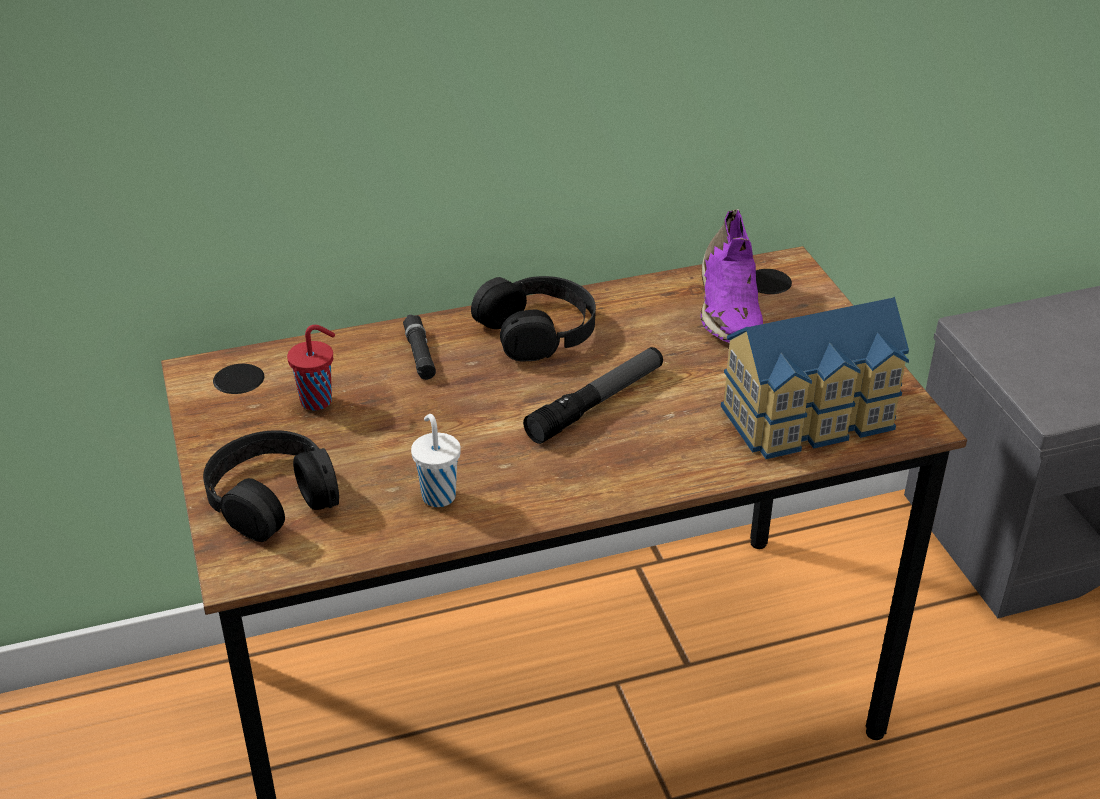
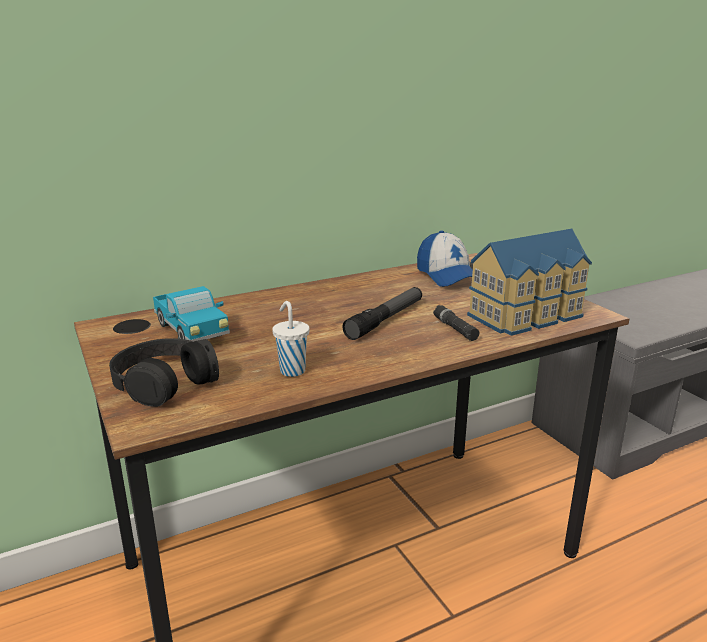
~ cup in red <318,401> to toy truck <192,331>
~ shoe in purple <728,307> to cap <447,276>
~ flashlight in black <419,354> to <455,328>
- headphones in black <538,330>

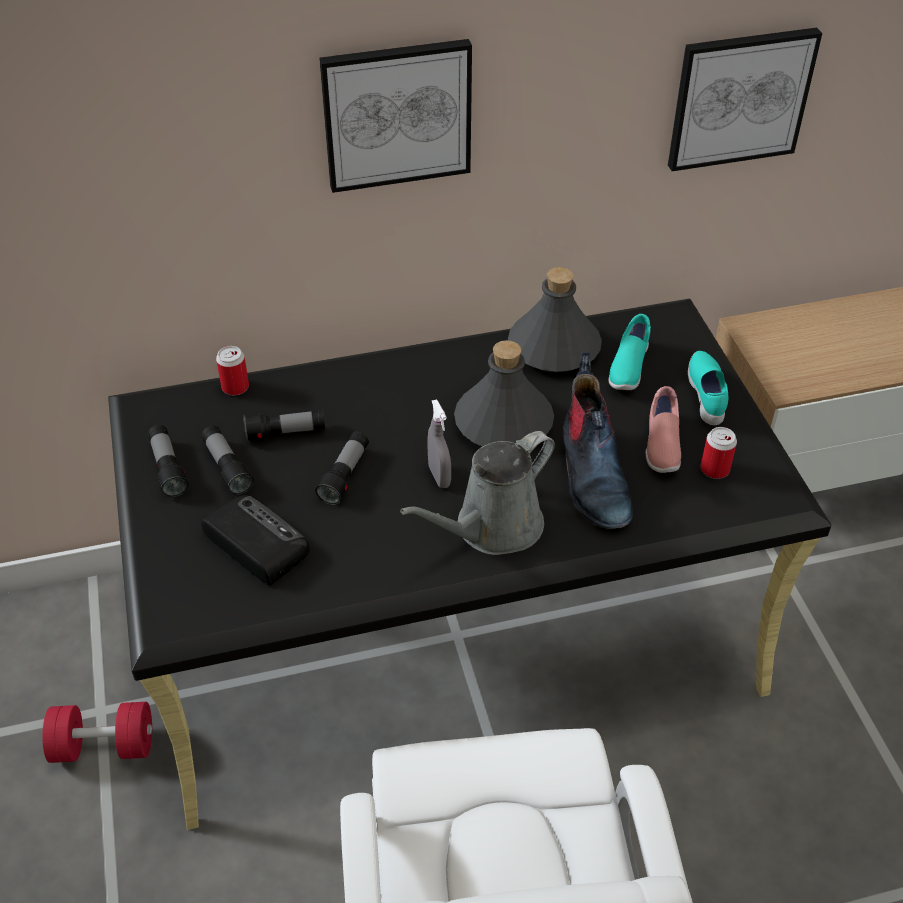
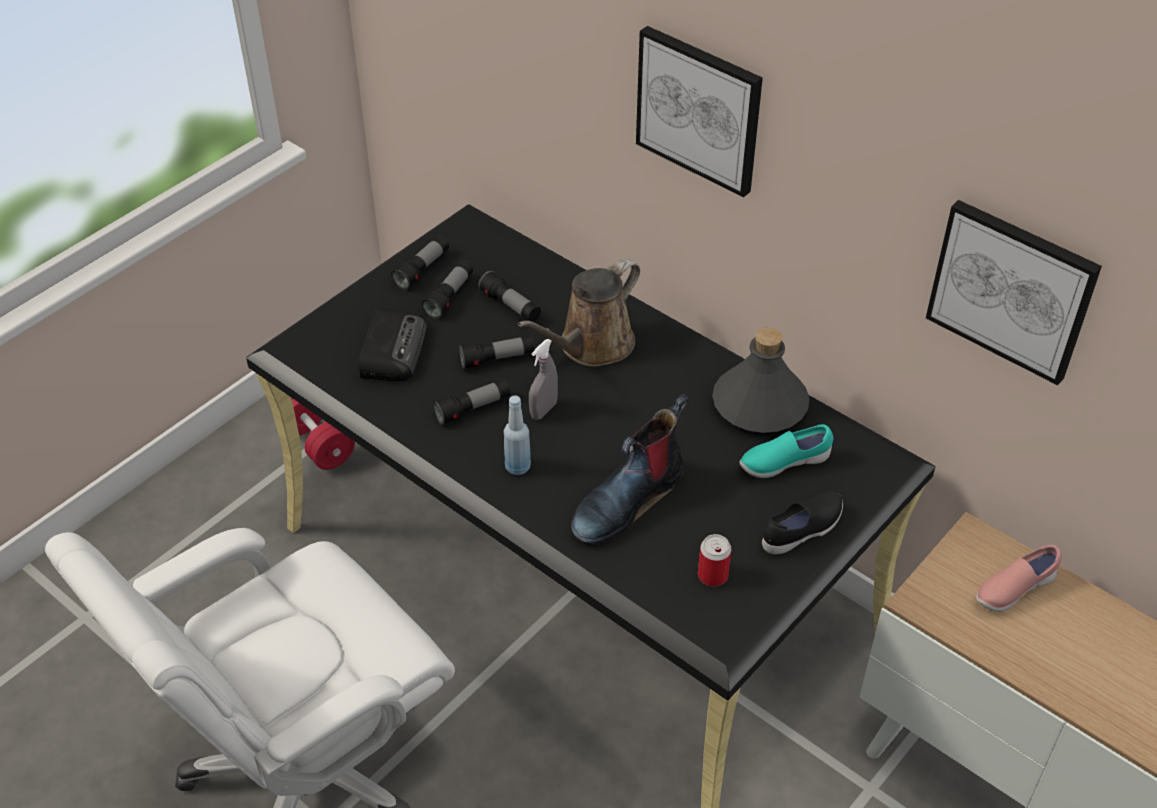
+ flashlight <472,409>
~ watering can in grey <492,528> to bottle in blue <517,467>
+ watering can in brown <591,346>
~ shoe in turquoise <707,396> to shoe in black <802,531>
~ shoe in pink <661,445> to <1013,589>
- can <235,387>
- bottle in grey <503,423>

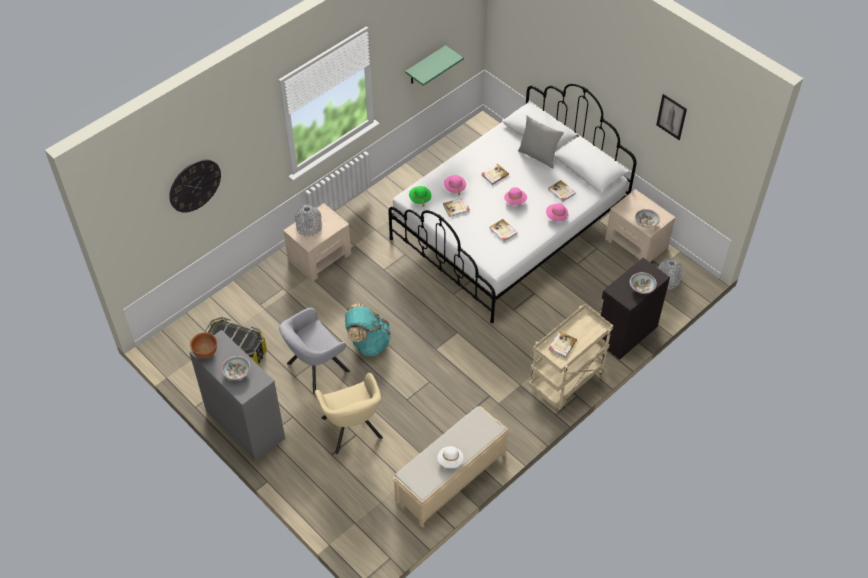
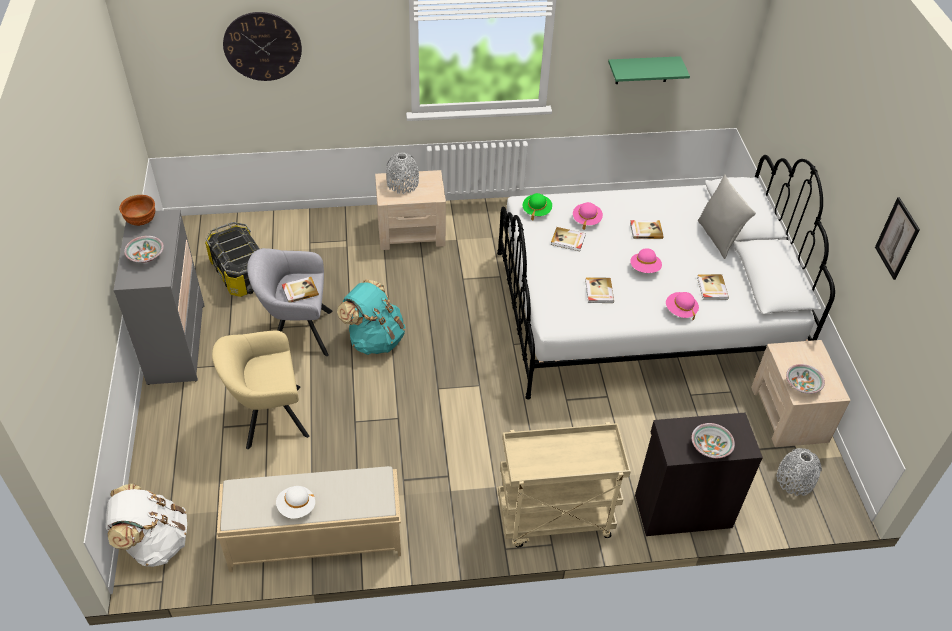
+ backpack in white <155,542>
~ armchair in beige <353,431> = <268,417> 60 degrees clockwise
~ book <562,345> to <299,291>

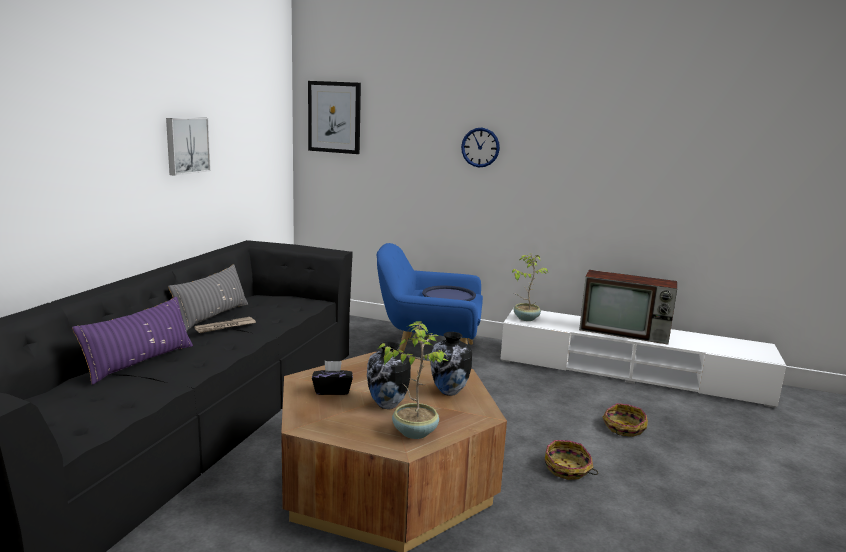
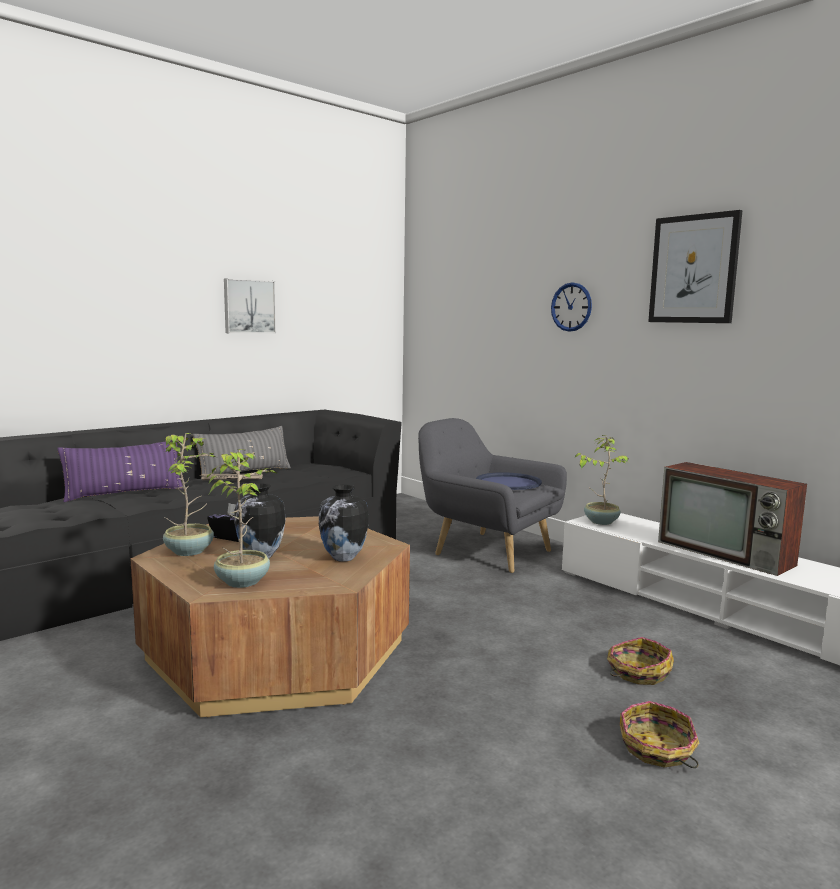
+ potted plant <190,551>
~ armchair in blue <429,352> to armchair in grey <487,550>
~ basket <567,469> to <657,749>
~ picture <334,117> to <694,269>

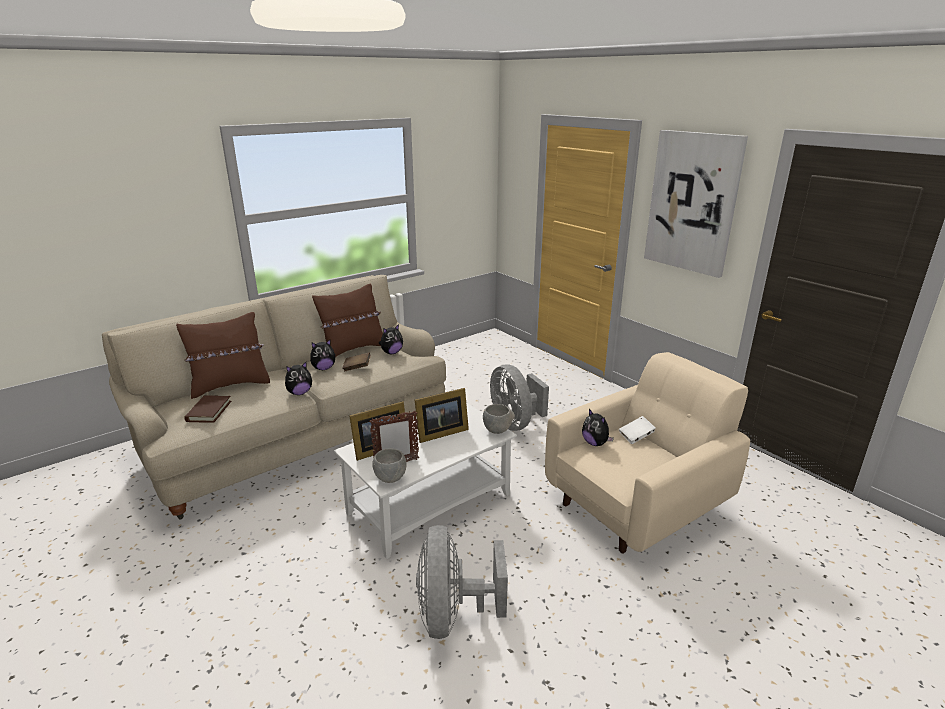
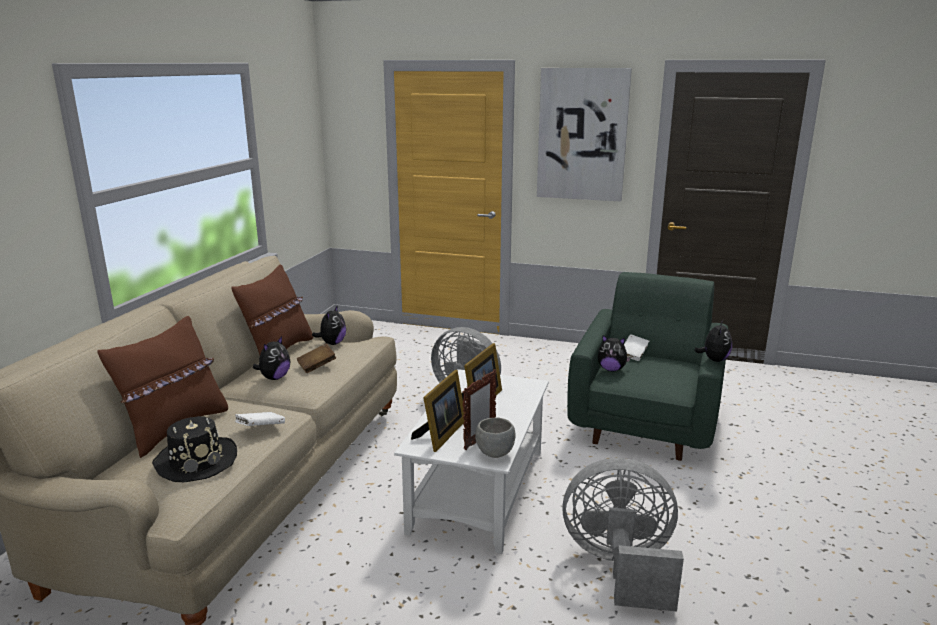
~ book in brown <209,411> to hat in black <196,461>
+ book in white <260,429>
~ fan in grey <453,614> = <620,567> 135 degrees clockwise
~ armchair in beige <638,503> to armchair in green <646,420>
~ plush toy <299,393> to <714,360>
- bowl in grey <497,431>

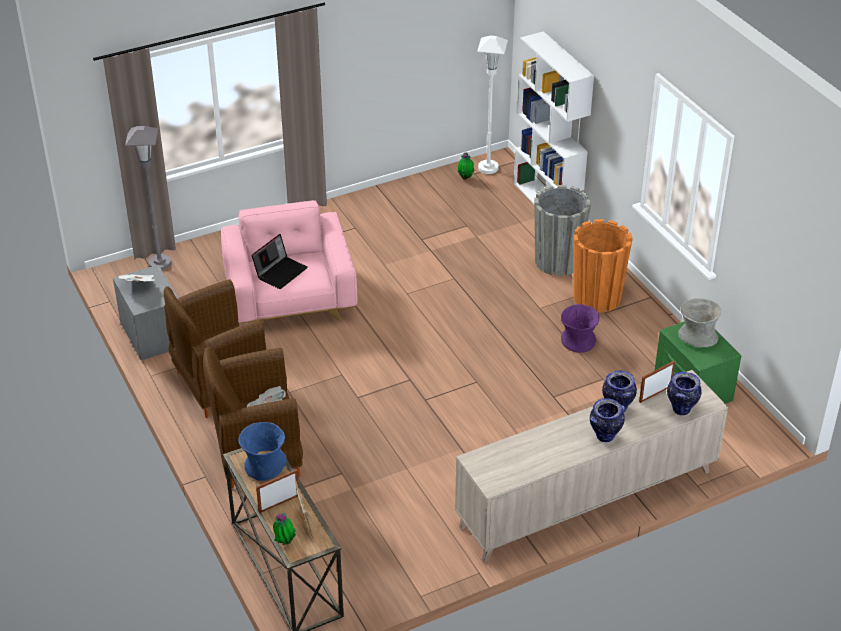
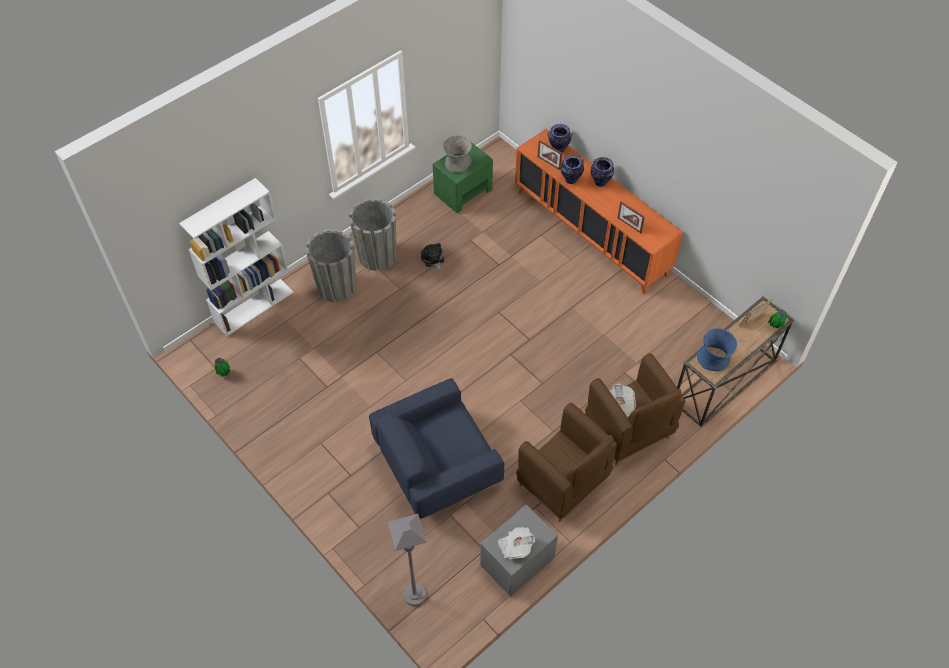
~ planter in orange <597,297> to planter in grey <377,256>
~ armchair in pink <290,299> to armchair in blue <437,465>
~ vase in purple <577,341> to plush toy <433,260>
~ cabinet in beige <587,499> to cabinet in orange <591,232>
~ picture frame <279,503> to <629,225>
- laptop <280,272>
- floor lamp in white <488,168>

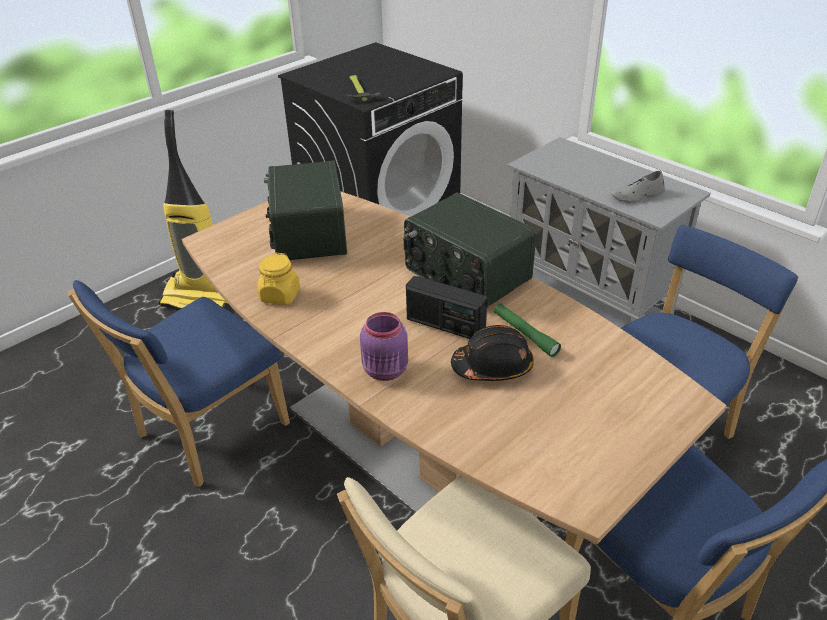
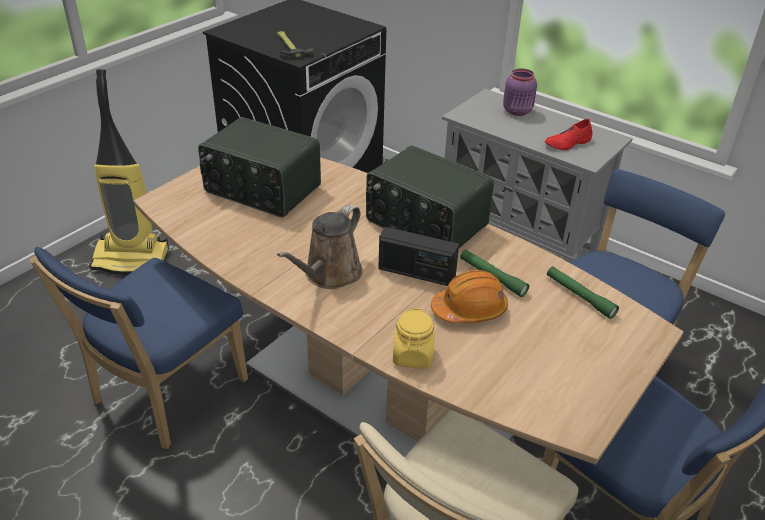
~ radio <307,233> = <261,190> 45 degrees counterclockwise
+ watering can in brown <329,275>
~ jar in yellow <280,296> to <413,356>
~ hard hat in black <493,366> to hard hat in orange <469,309>
~ jar in purple <386,371> to <518,111>
~ shoe in grey <637,196> to shoe in red <568,143>
+ flashlight in green <579,296>

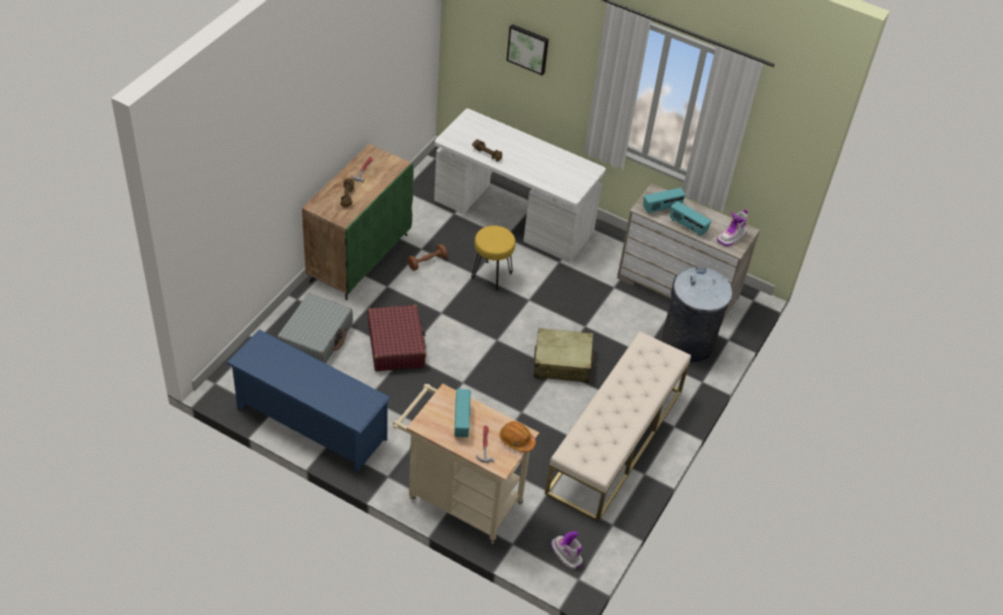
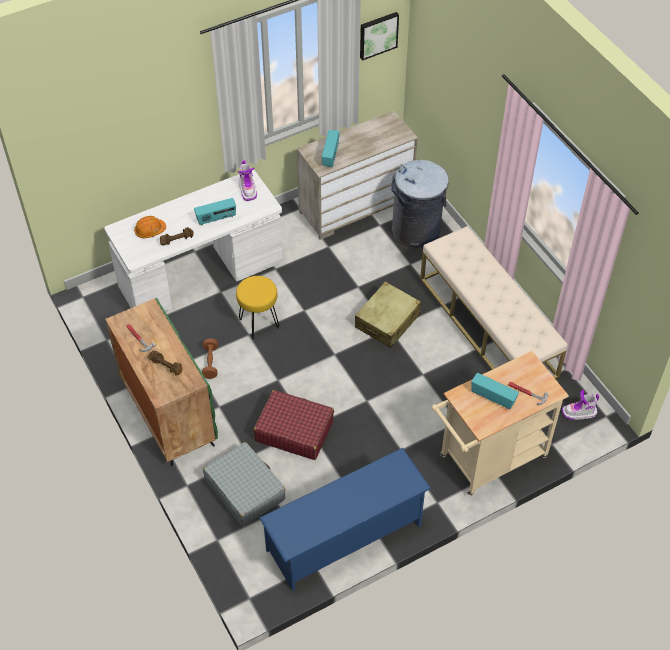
~ hard hat in orange <516,440> to <150,231>
~ radio <687,226> to <216,218>
~ boot <731,237> to <248,189>
~ picture <528,48> to <378,34>

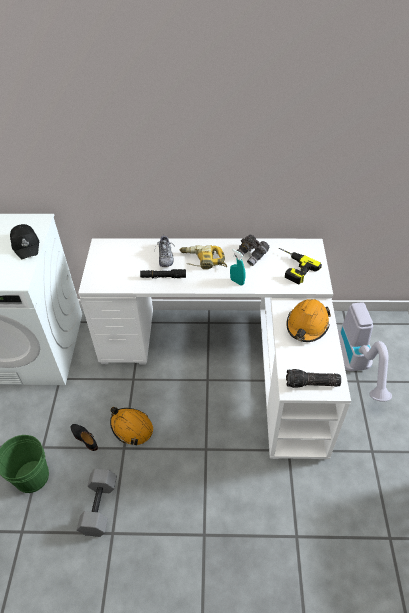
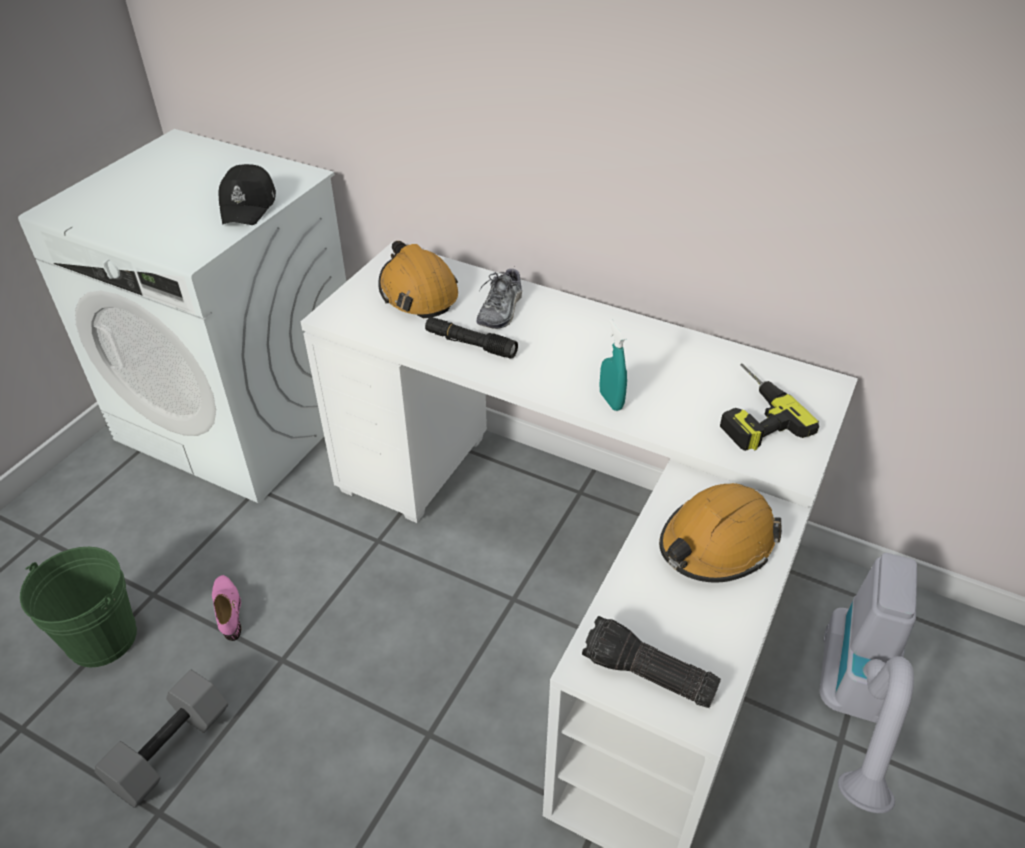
~ shoe in black <84,438> to shoe in pink <228,610>
~ hard hat in orange <132,428> to <418,292>
- power drill <203,261>
- binoculars in grey <251,255>

